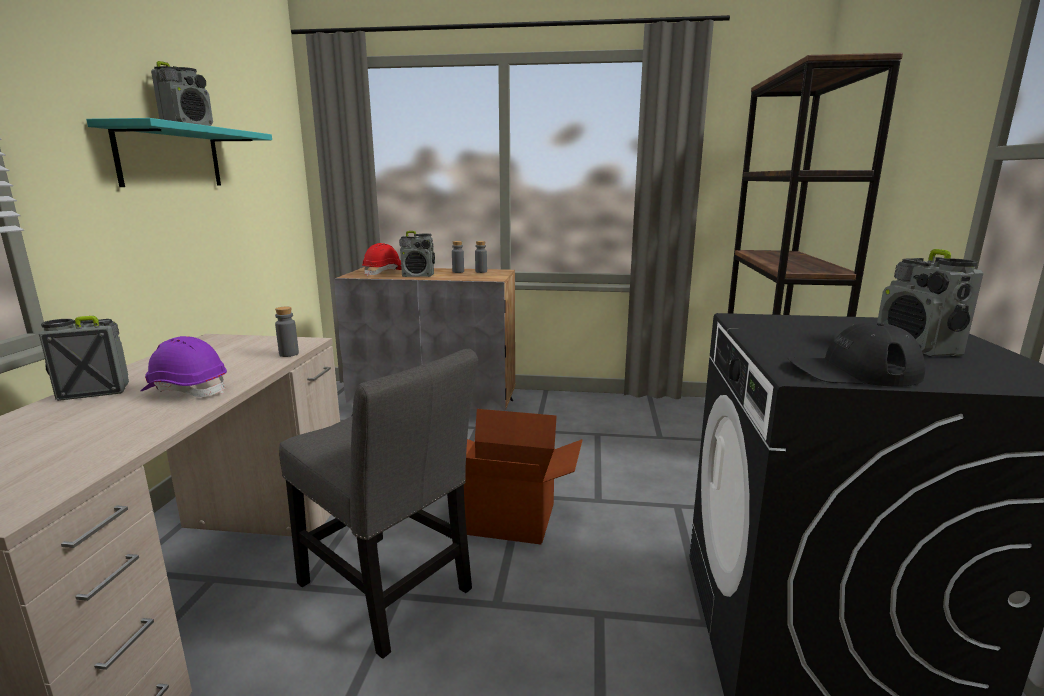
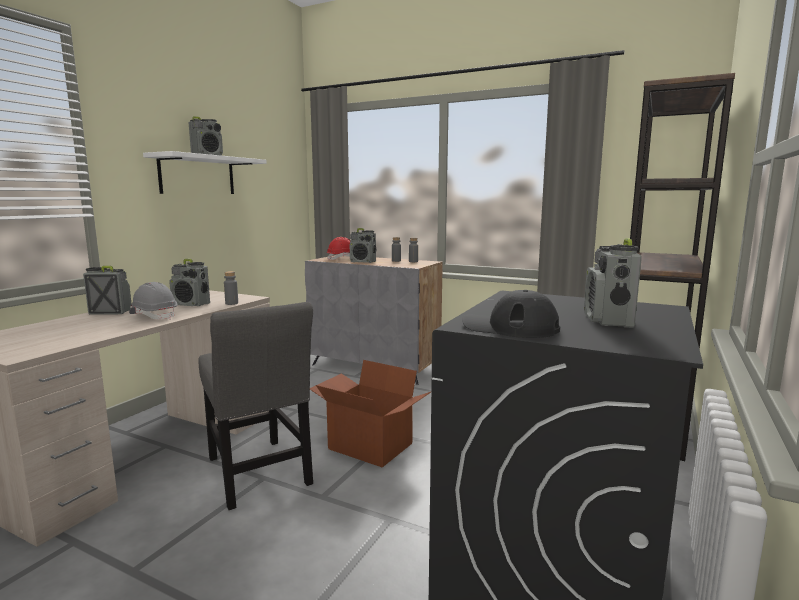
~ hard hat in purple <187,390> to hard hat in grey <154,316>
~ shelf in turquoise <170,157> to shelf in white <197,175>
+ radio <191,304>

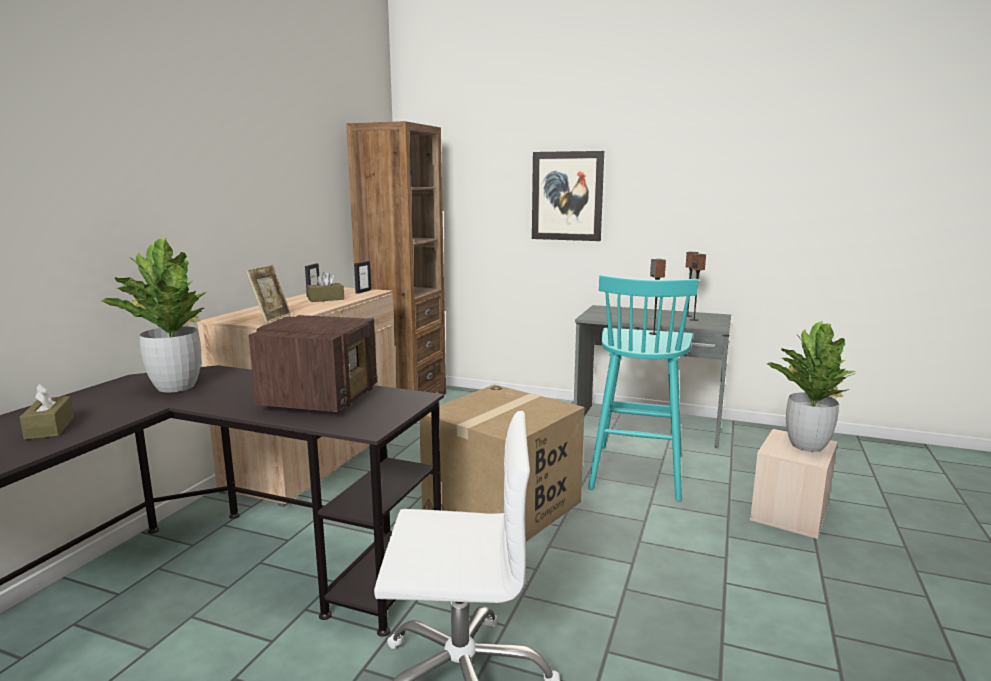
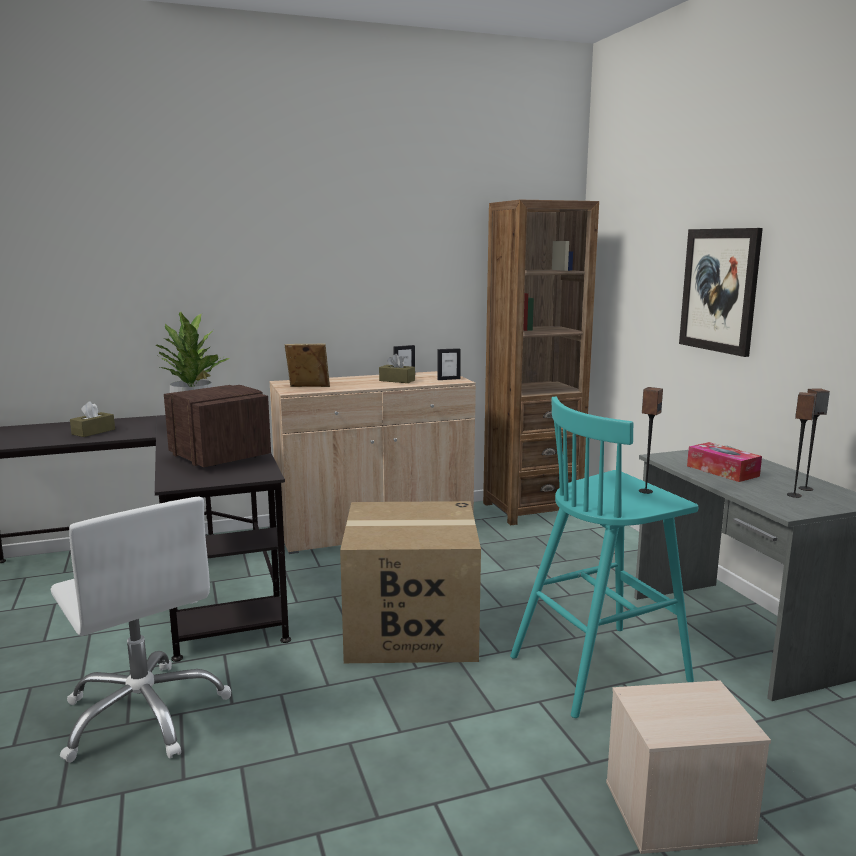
~ radio <321,399> = <219,457> 105 degrees counterclockwise
~ picture frame <271,318> = <308,388> 150 degrees counterclockwise
+ tissue box <722,471>
- potted plant <807,445>

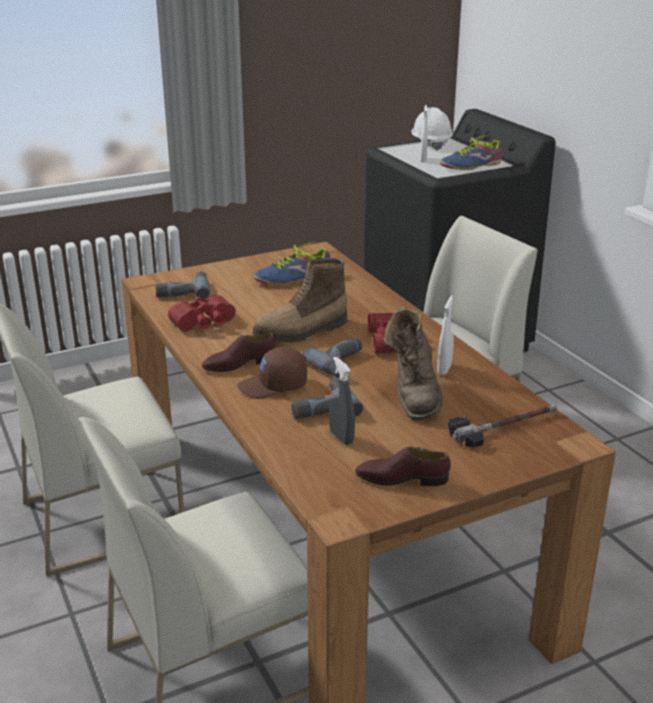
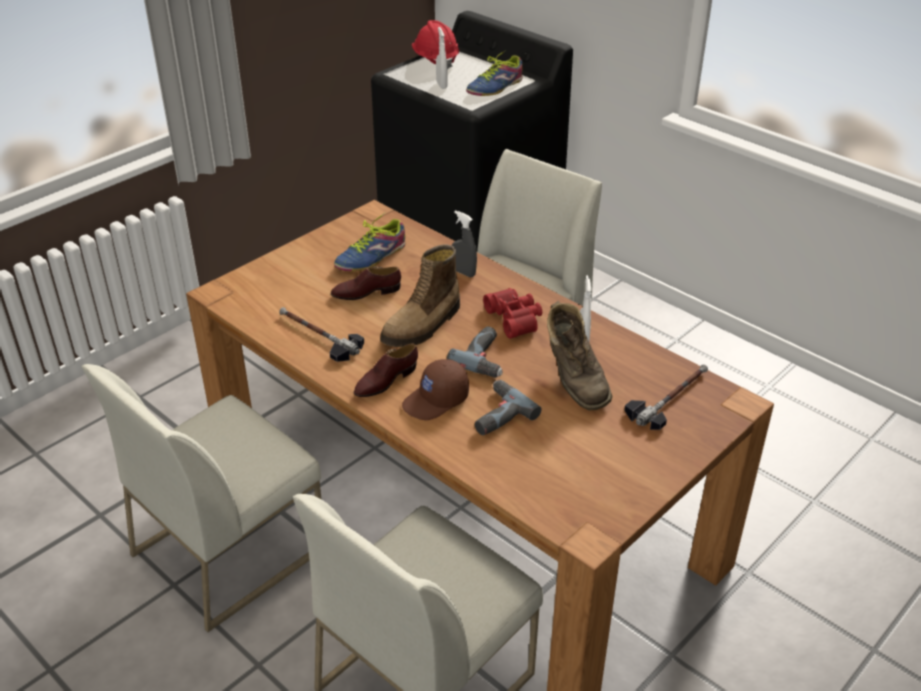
~ binoculars in red <205,324> to hammer <318,336>
~ shoe in brown <402,479> to <366,292>
~ hard hat in white <430,144> to hard hat in red <435,60>
~ spray bottle in grey <341,437> to <463,272>
- power drill <183,291>

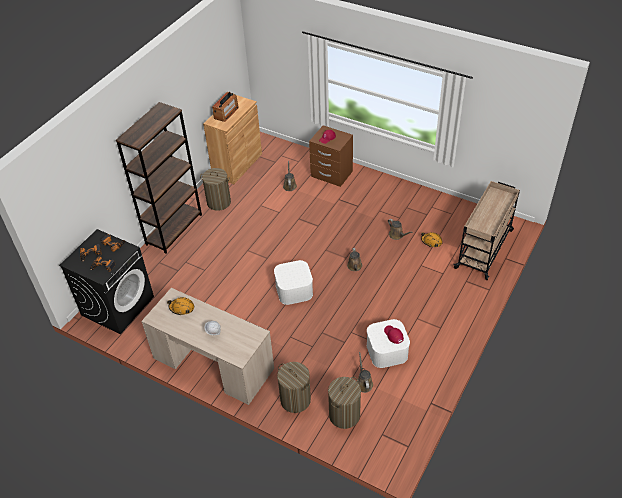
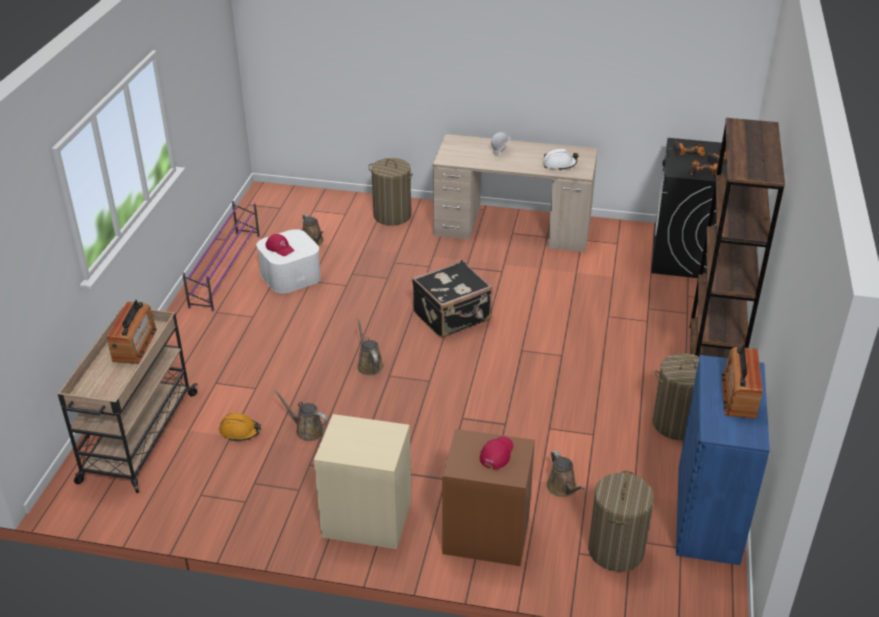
+ radio <134,345>
+ shoe rack in purple <226,270>
+ nightstand in beige <367,518>
~ storage box in white <294,290> to suitcase in black <453,317>
~ hard hat in orange <182,308> to hard hat in white <559,165>
~ laundry basket <344,415> to <615,550>
~ cabinet in brown <237,165> to cabinet in blue <708,513>

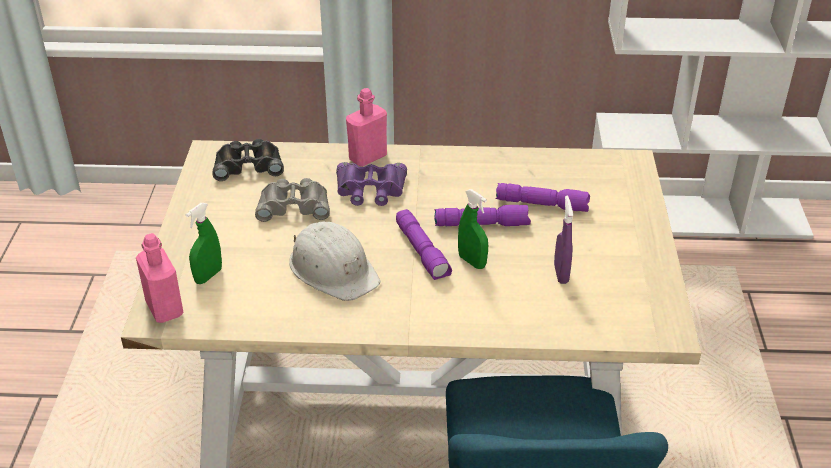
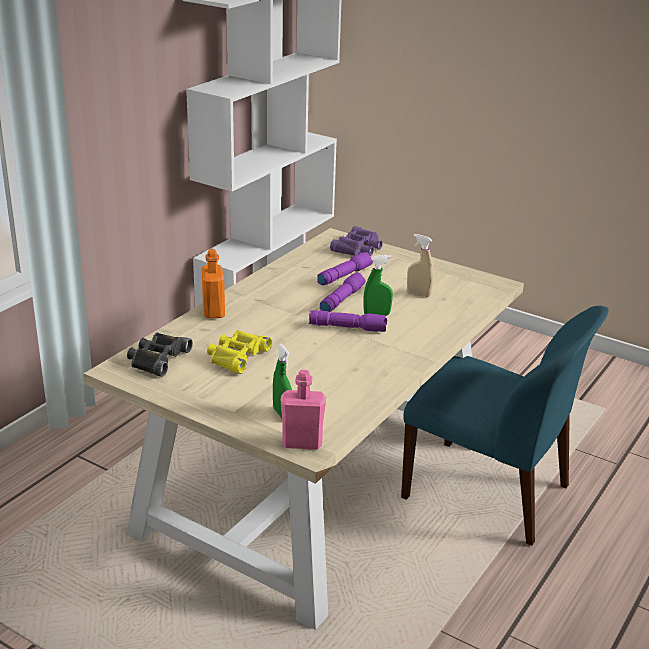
~ bottle in pink <367,157> to bottle in orange <213,312>
~ binoculars in grey <294,205> to binoculars in yellow <236,356>
~ binoculars in purple <370,190> to <358,248>
~ spray bottle in purple <561,274> to spray bottle in beige <418,294>
- hard hat in white <333,269>

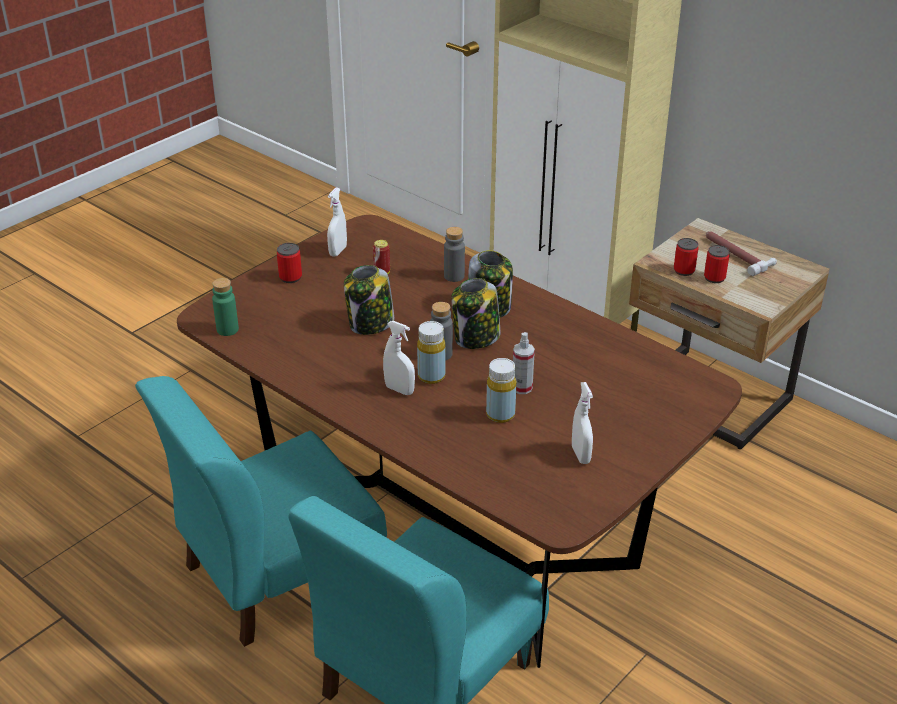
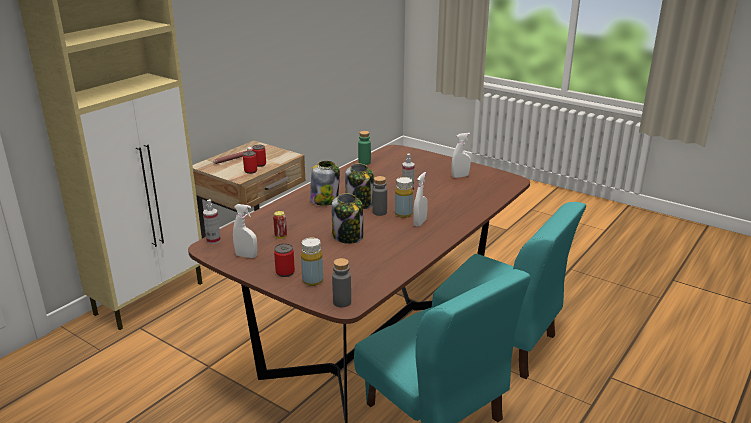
+ spray bottle <213,240>
~ bottle in yellow <500,414> to <312,281>
~ bottle in grey <454,276> to <342,302>
~ bottle in green <227,329> to <364,162>

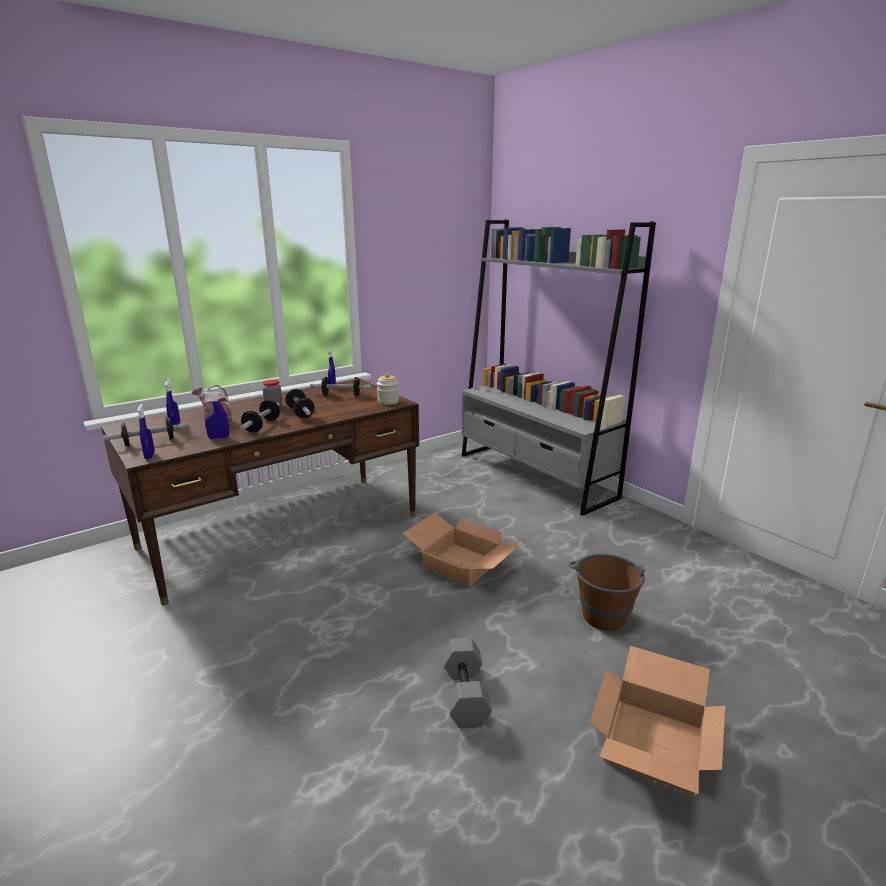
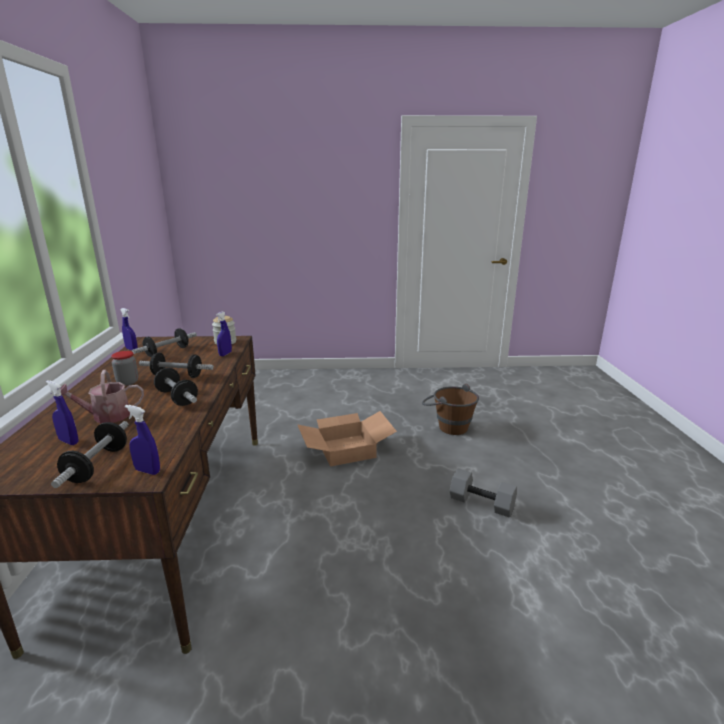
~ spray bottle in blue <219,438> to <225,354>
- bookcase in grey <535,475>
- cardboard box <654,745>

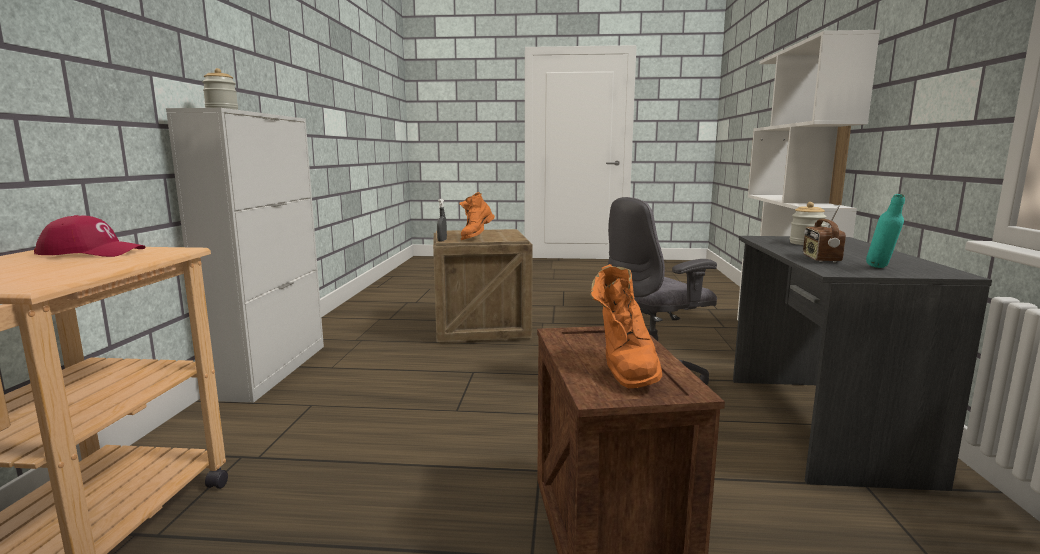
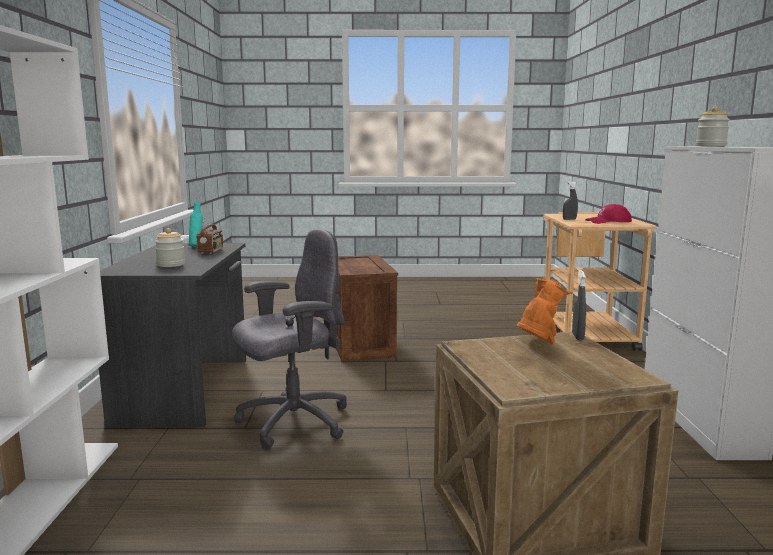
+ spray bottle in grey <569,219>
- boot in orange <624,368>

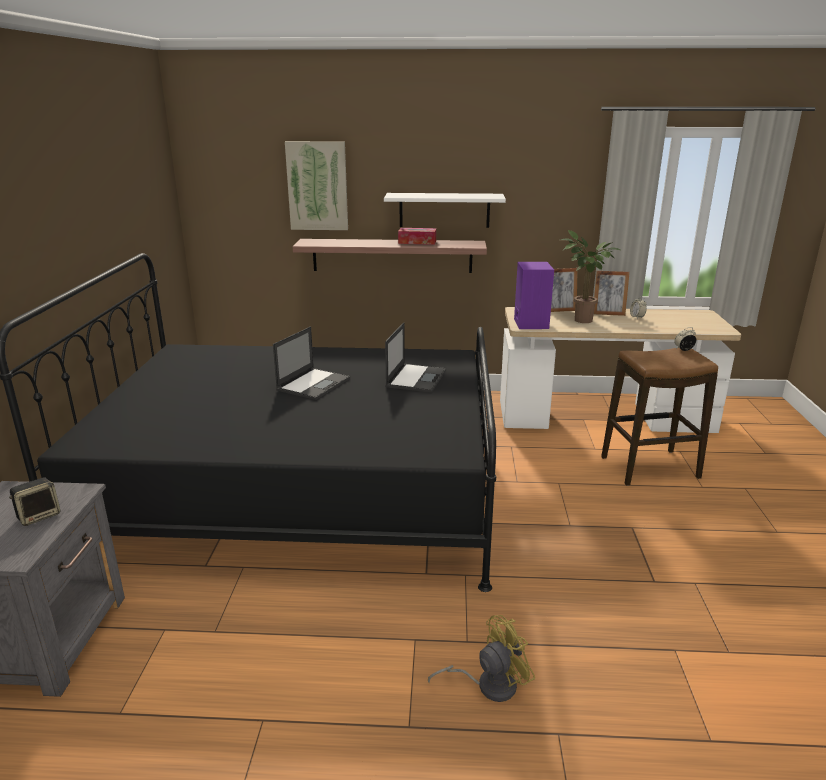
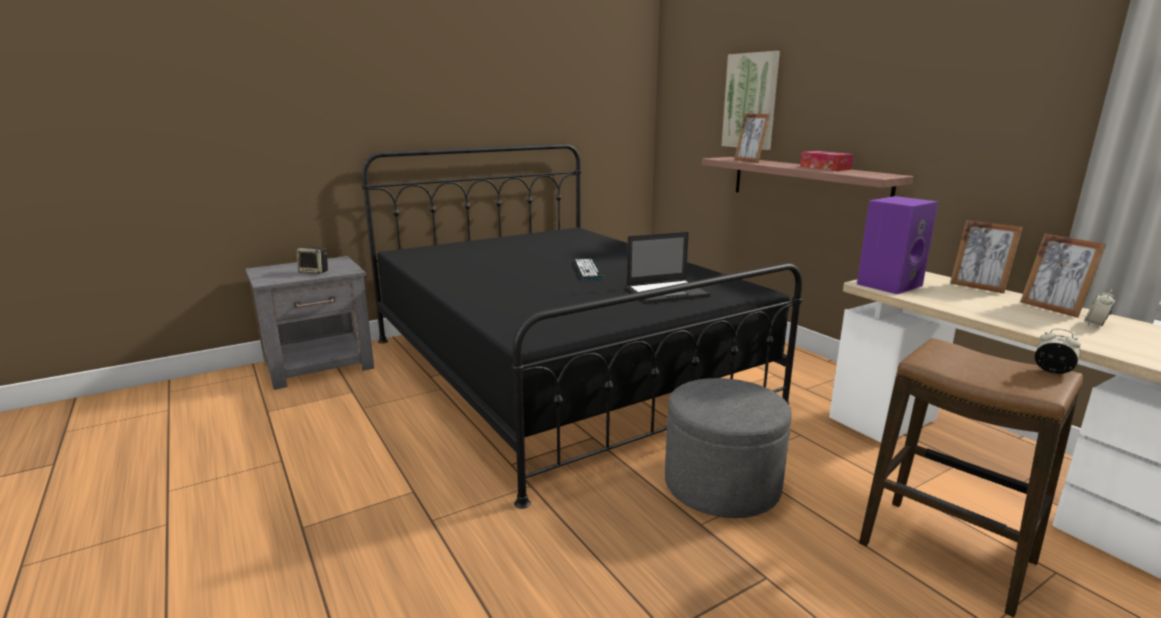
~ laptop <314,384> to keyboard <587,270>
+ ottoman in grey <721,485>
+ picture frame <749,161>
- shelf in white <444,210>
- fan in yellow <488,685>
- potted plant <580,321>

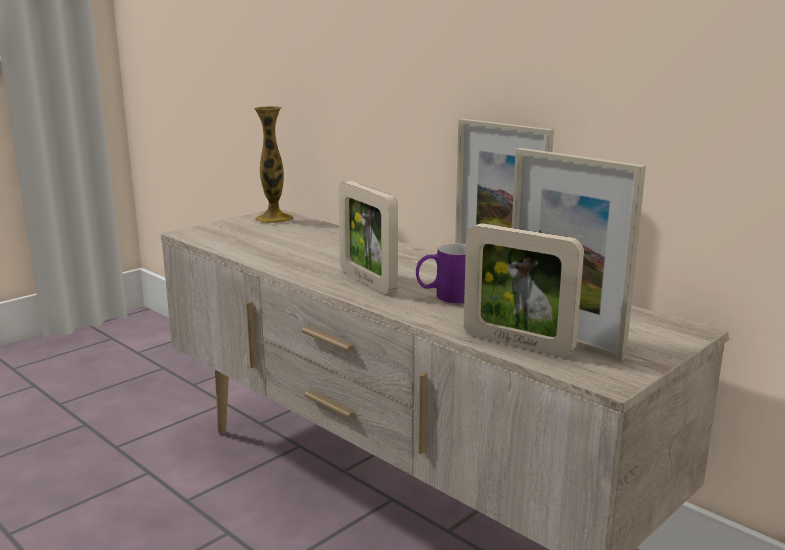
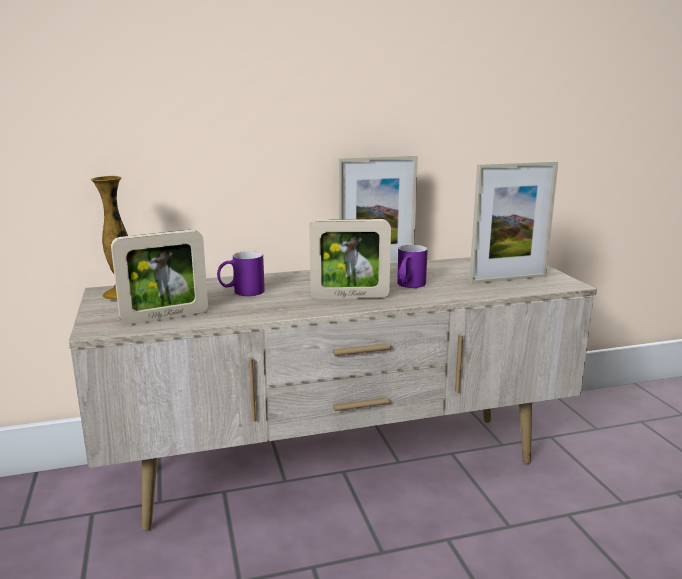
~ picture frame <517,344> to <165,317>
+ mug in purple <241,292>

